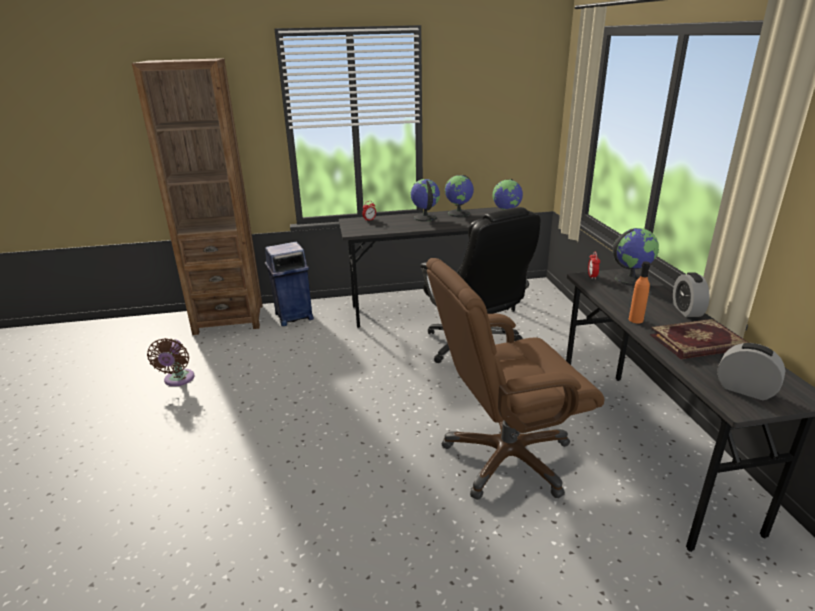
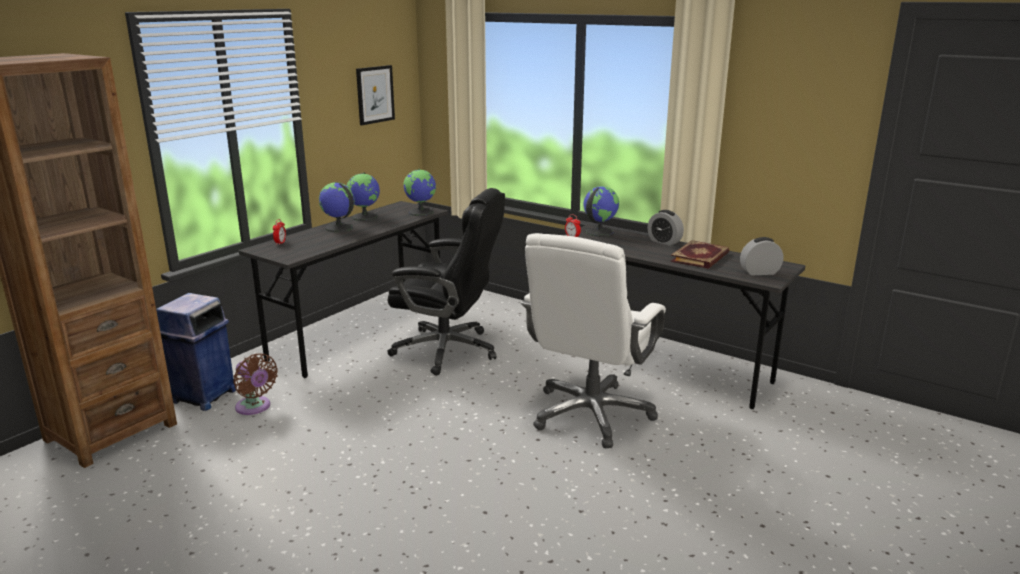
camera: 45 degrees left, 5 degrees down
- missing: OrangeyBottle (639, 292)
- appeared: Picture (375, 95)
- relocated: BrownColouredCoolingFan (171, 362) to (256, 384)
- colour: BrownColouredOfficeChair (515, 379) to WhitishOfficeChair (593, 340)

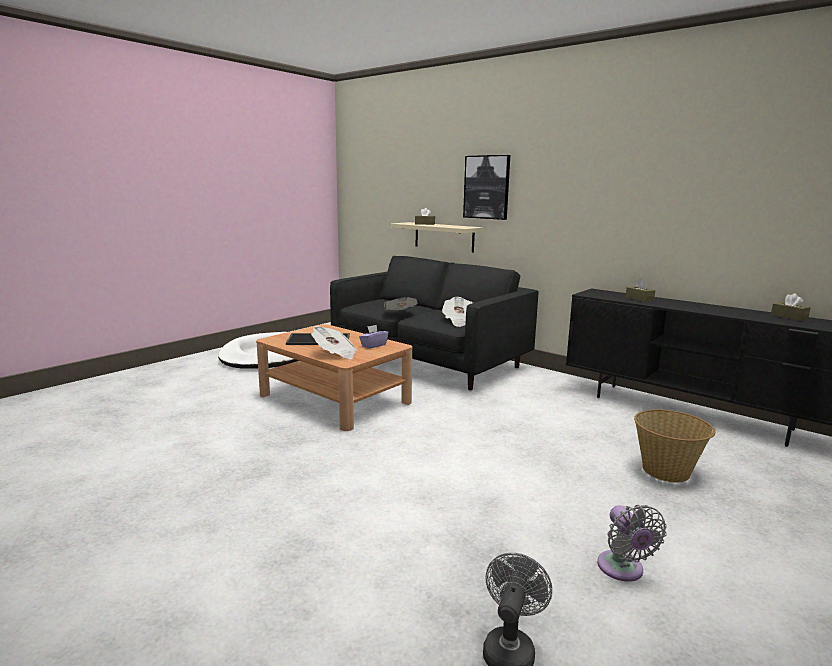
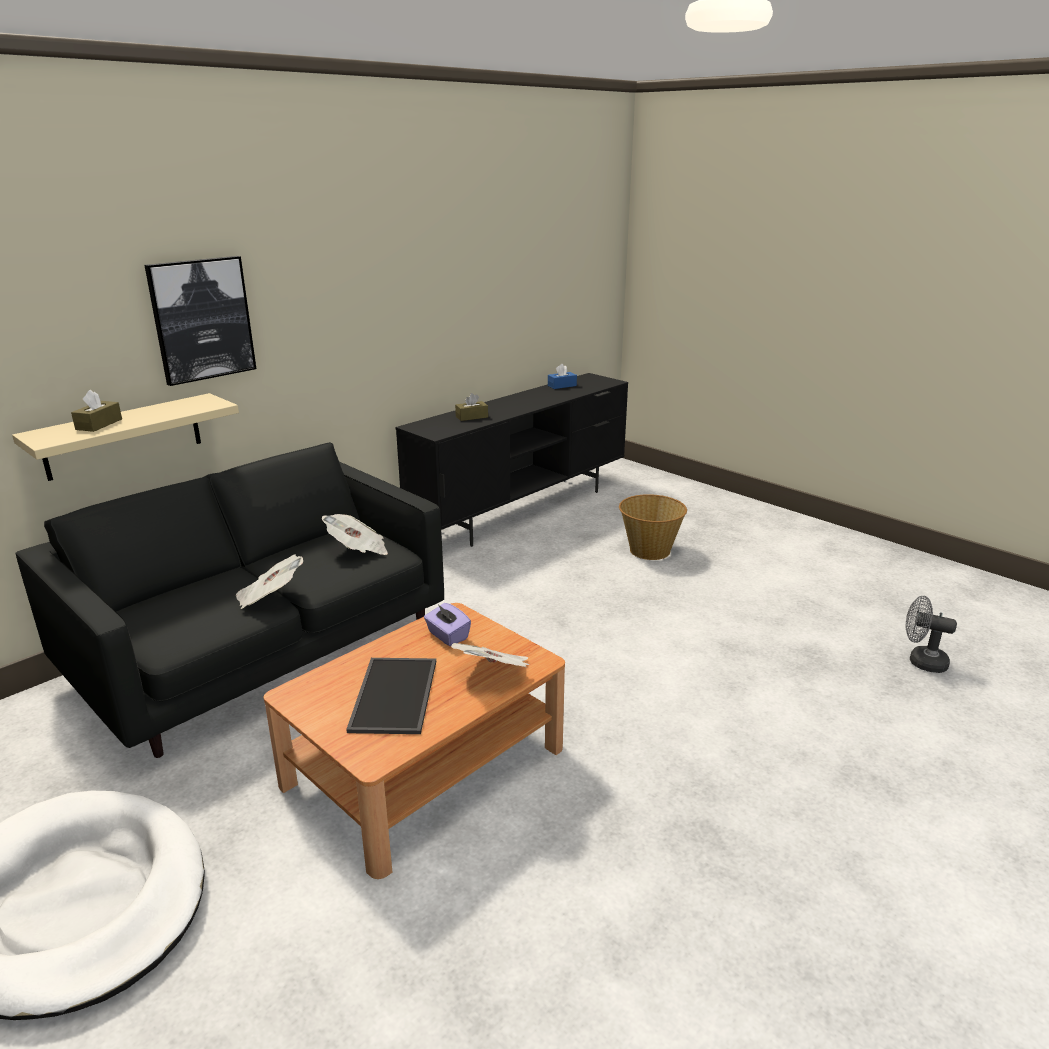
camera: 85 degrees left, 10 degrees up
- missing: GreyishCoolingFan (632, 543)
- colour: BrownColouredTissueBox (791, 307) to BlueTissueBox (562, 376)

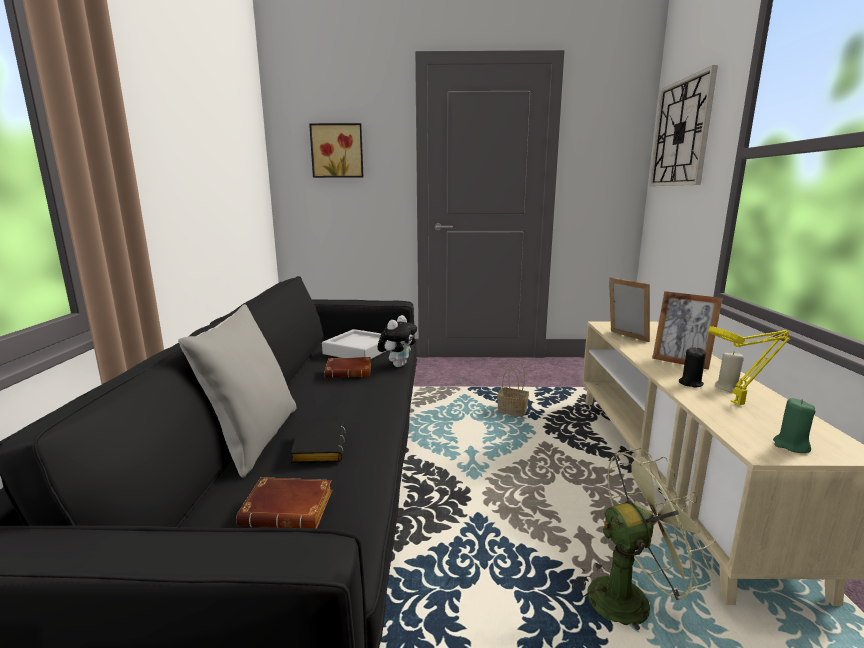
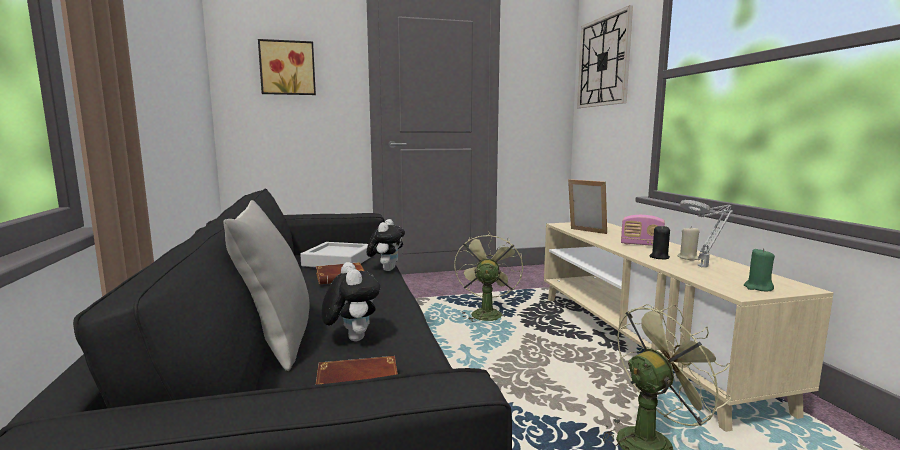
camera: 15 degrees left, 5 degrees down
- exchanged: BlackVolume (318, 442) to PlushToy (351, 301)
- exchanged: StorageBasket (513, 388) to GreenCoolingFan (488, 276)
- exchanged: PictureFrame (687, 330) to RadioReceiver (643, 230)
- colour: YellowishLampForATable (749, 365) to GreyishLampForATable (706, 234)

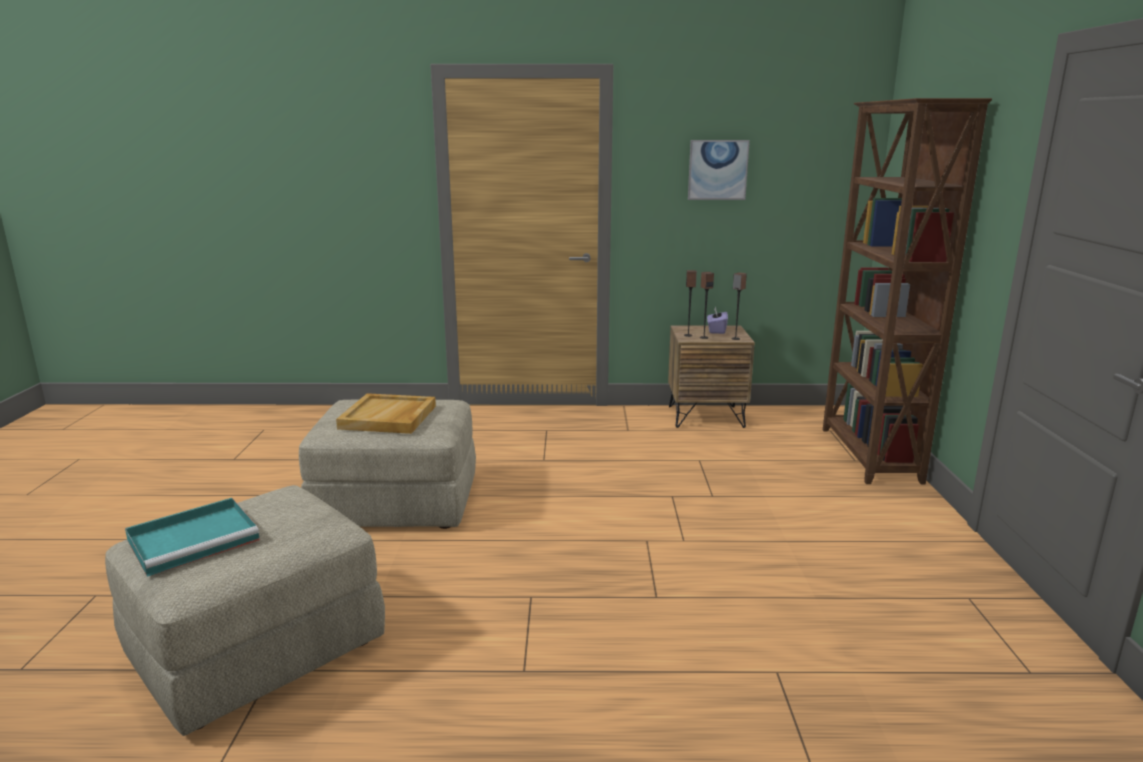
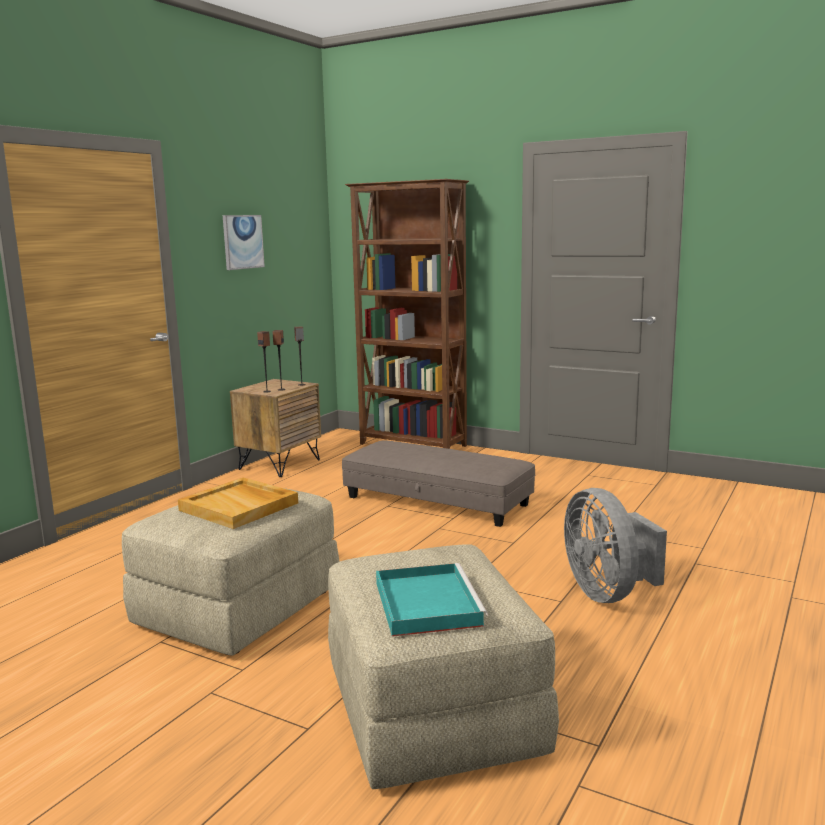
camera: 60 degrees left, 5 degrees down
- missing: PurplishTissueBox (717, 320)
- appeared: GreyishOttoman (439, 483)
- appeared: GreyishCoolingFan (615, 545)

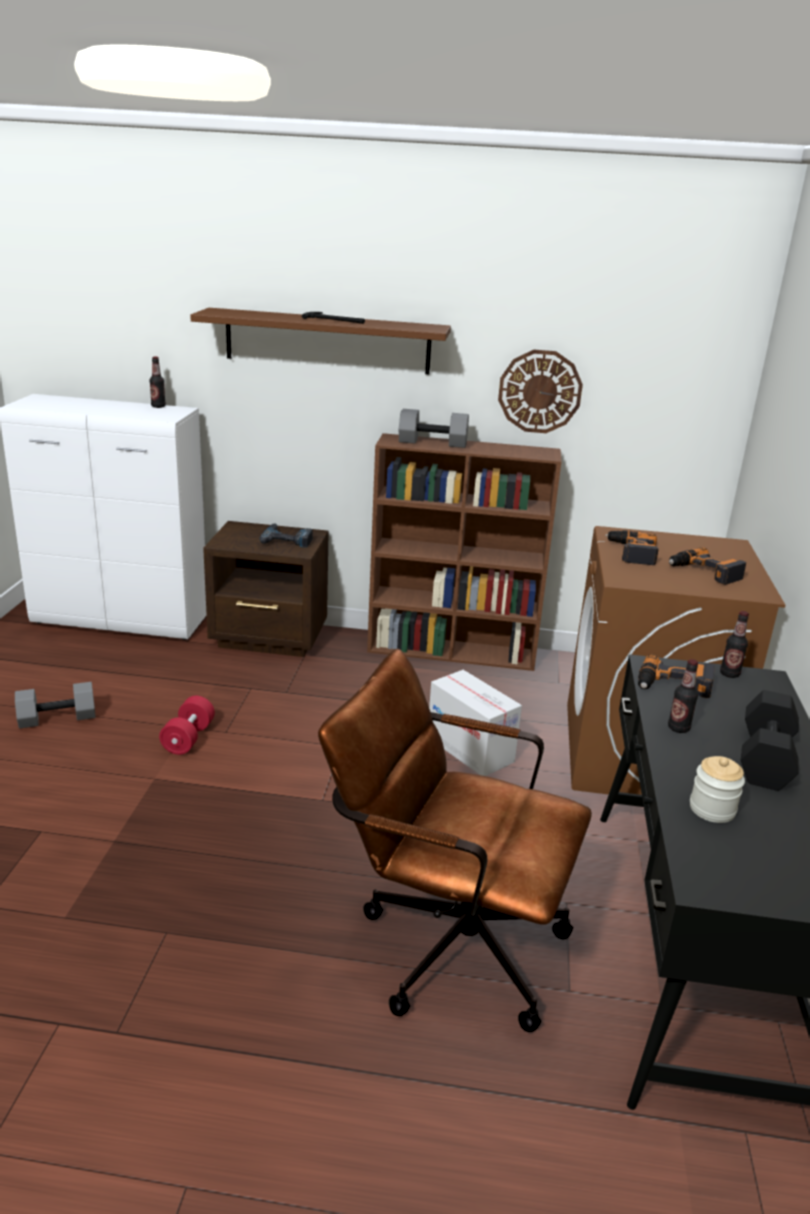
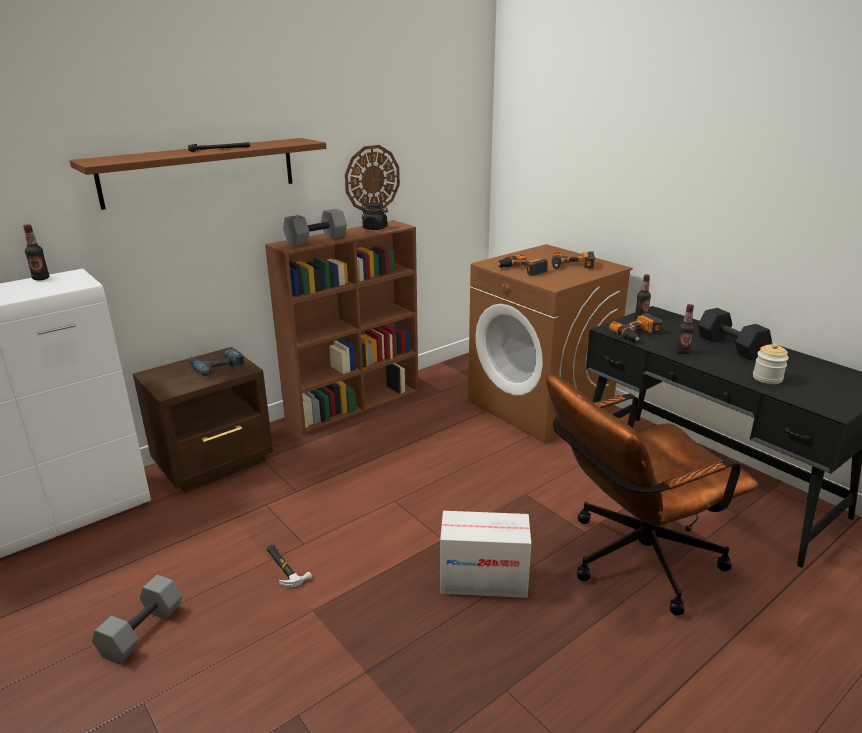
camera: 45 degrees left, 0 degrees up
- appeared: BlackPreserveJar (375, 216)
- relocated: PackingBox (475, 723) to (485, 554)
- exchanged: RedColouredFreeWeight (187, 725) to Hammer (289, 565)

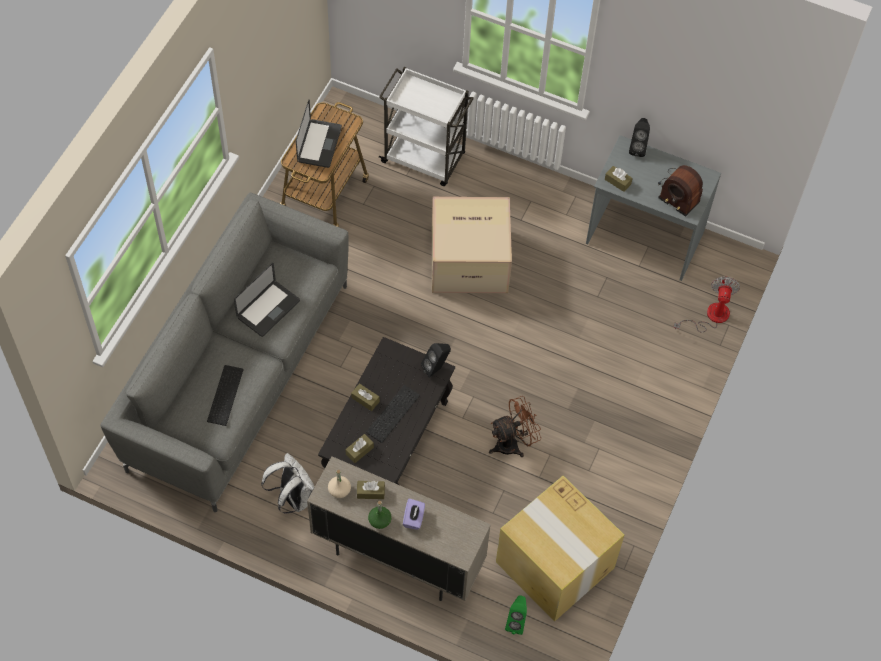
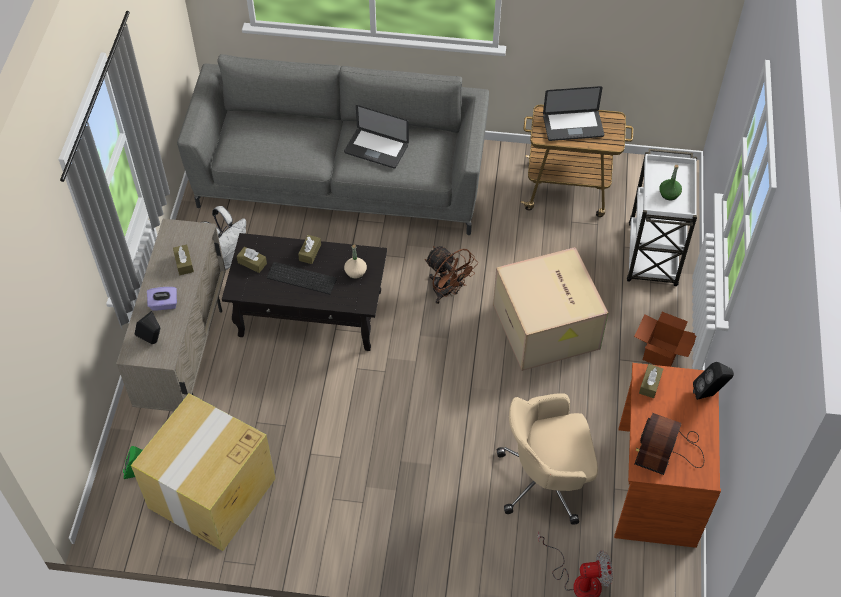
camera: 75 degrees right, 5 degrees down
- missing: PcKeyboard (225, 395)
- appeared: BeigeOfficeChair (547, 459)
- appeared: PackingBox (665, 339)
- relocated: BeigeBottle (339, 484) to (355, 262)
- relocated: GreenBottle (380, 515) to (670, 182)
- relocated: BlackLoudspeaker (436, 360) to (148, 327)
- relocated: BrownColouredCoolingFan (515, 426) to (451, 275)
- colour: GreyishDeskTable (653, 208) to BrownColouredDeskTable (667, 455)

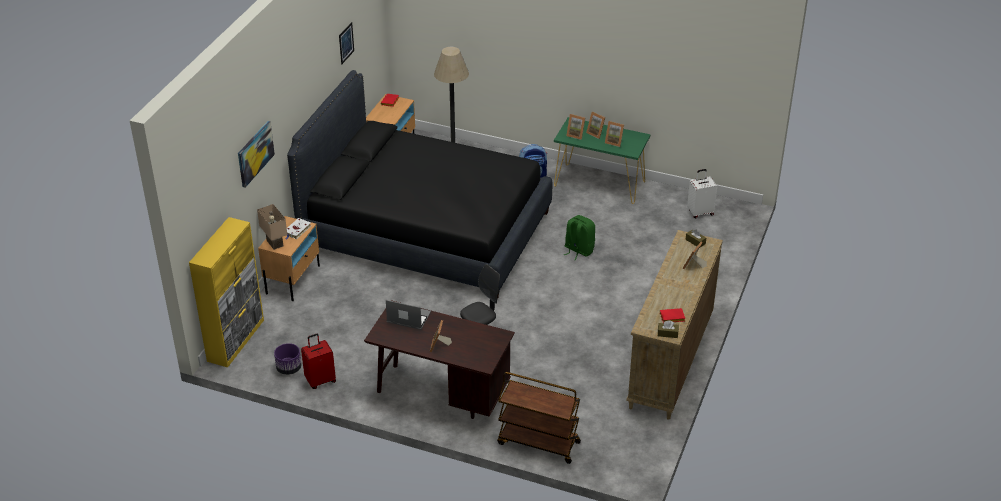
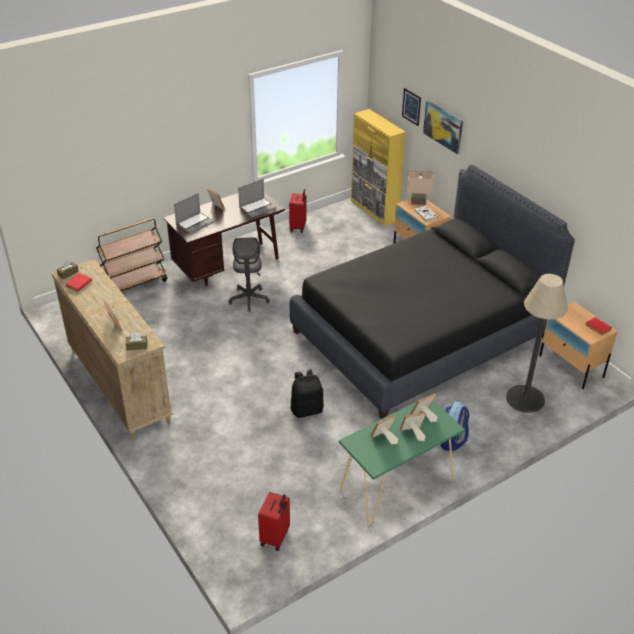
camera: 125 degrees right, 0 degrees up
- missing: PurplishPlantPot (287, 359)
- appeared: PortableComputer (194, 213)
- relocated: Picture (346, 43) to (411, 107)
- colour: GreenBackpack (579, 238) to BlackBackpack (307, 393)
- colour: WhitishSuitcase (702, 193) to RedColouredSuitcase (274, 521)

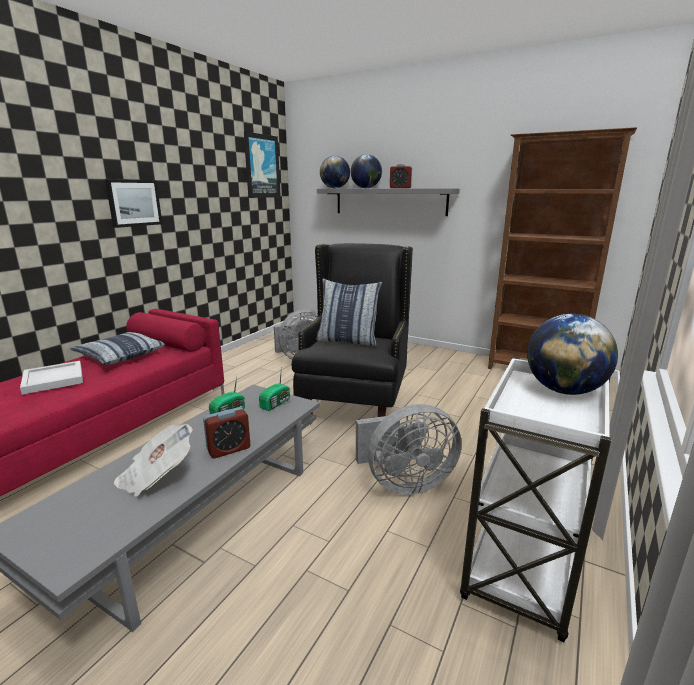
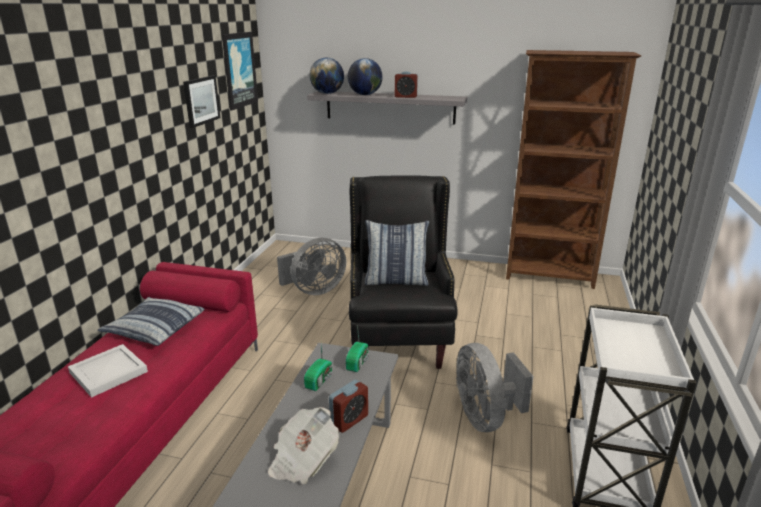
camera: 15 degrees left, 5 degrees up
- missing: DeskGlobe (572, 354)
- relocated: Picture (133, 203) to (201, 101)
- spun: GreyishCoolingFan (409, 449) = (495, 387) 105 degrees clockwise

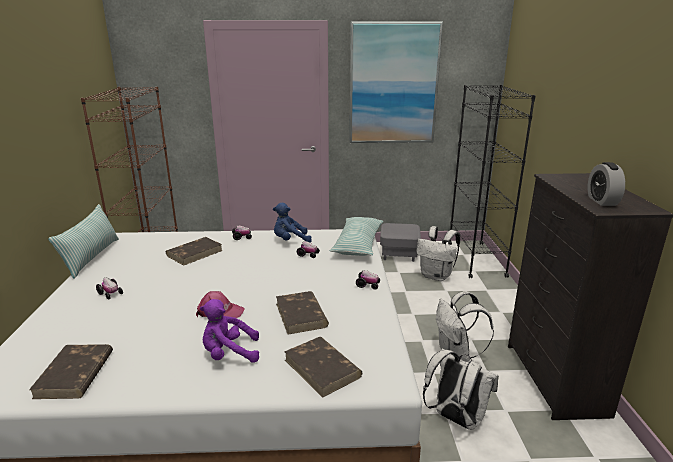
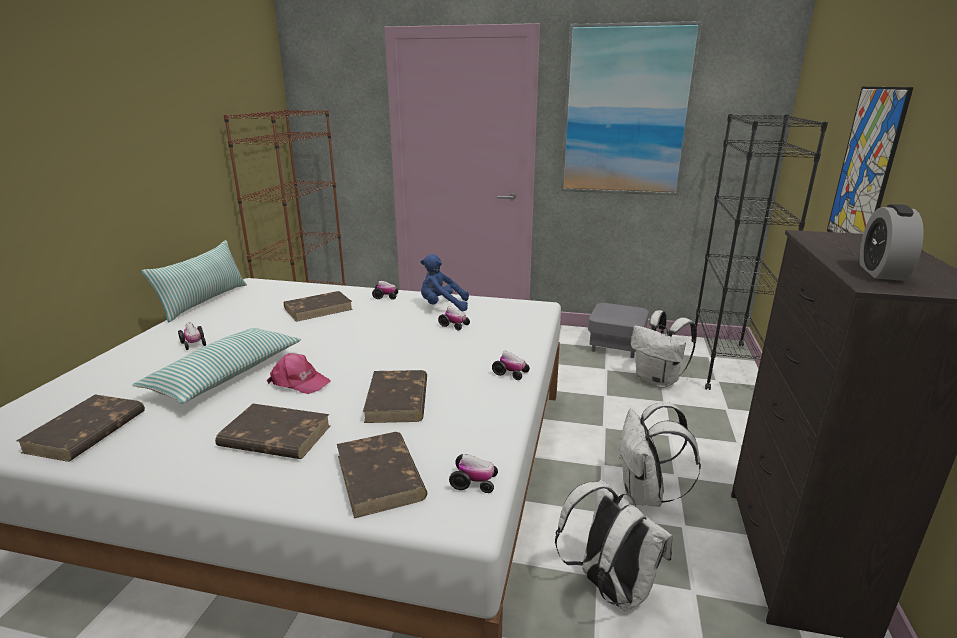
camera: 15 degrees right, 0 degrees up
- appeared: MiniatureCar (473, 473)
- appeared: Picture (870, 160)
- relocated: Pillow (356, 236) to (216, 366)
- exchanged: PurplishPlushToy (229, 331) to BrownColouredVolume (272, 431)

